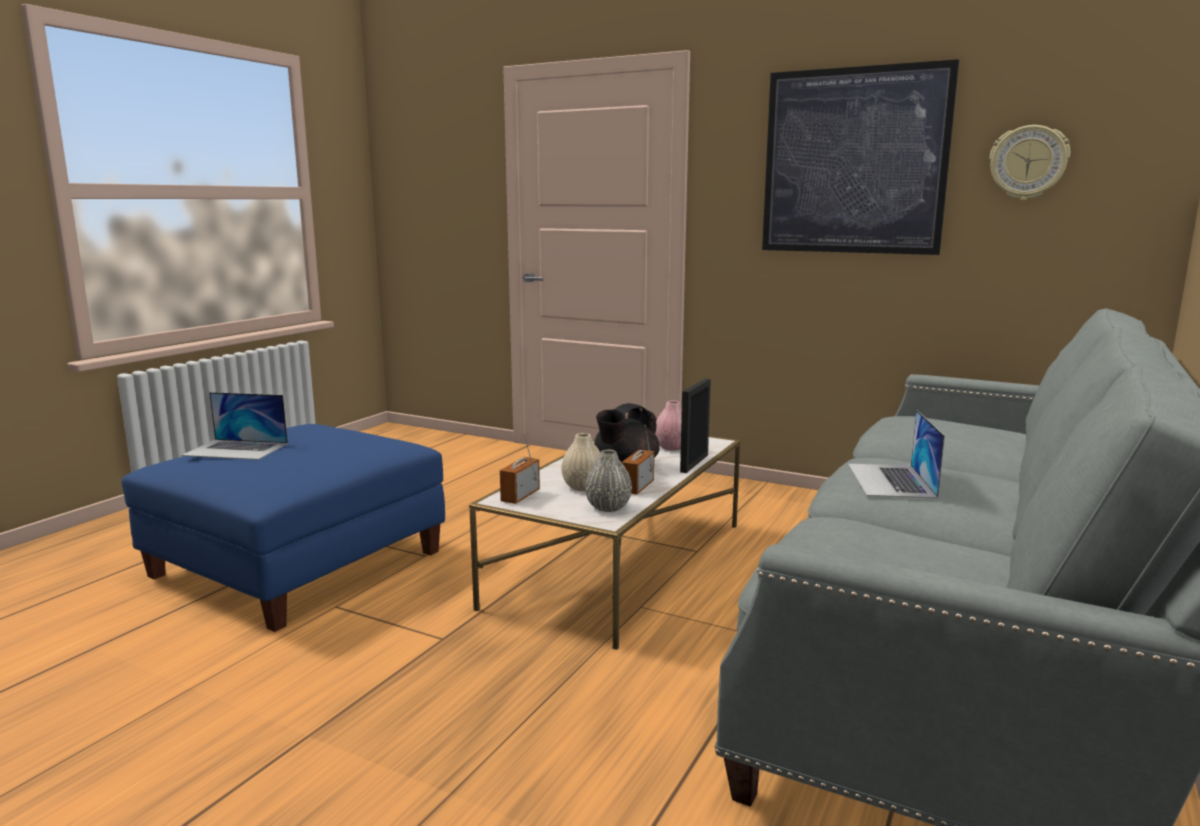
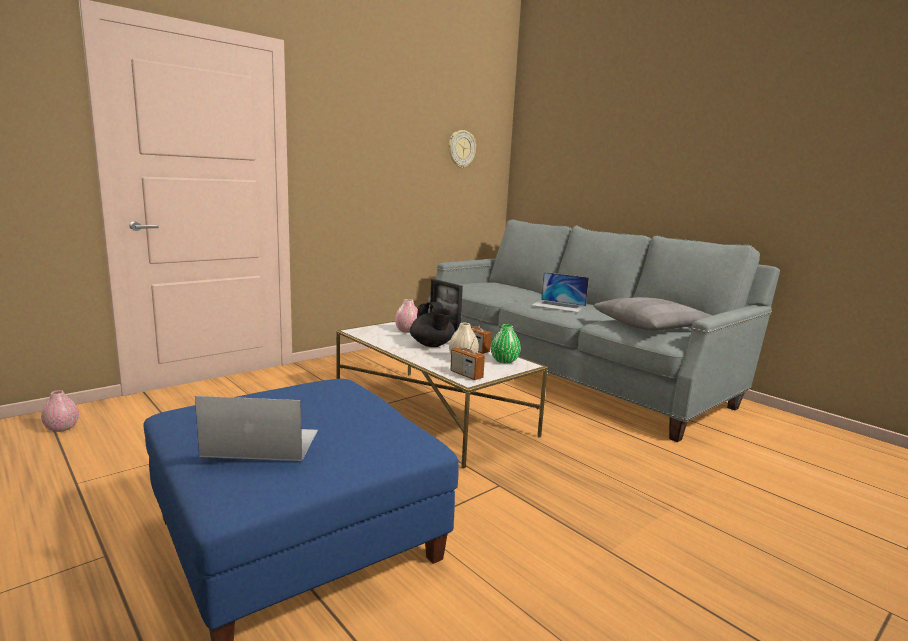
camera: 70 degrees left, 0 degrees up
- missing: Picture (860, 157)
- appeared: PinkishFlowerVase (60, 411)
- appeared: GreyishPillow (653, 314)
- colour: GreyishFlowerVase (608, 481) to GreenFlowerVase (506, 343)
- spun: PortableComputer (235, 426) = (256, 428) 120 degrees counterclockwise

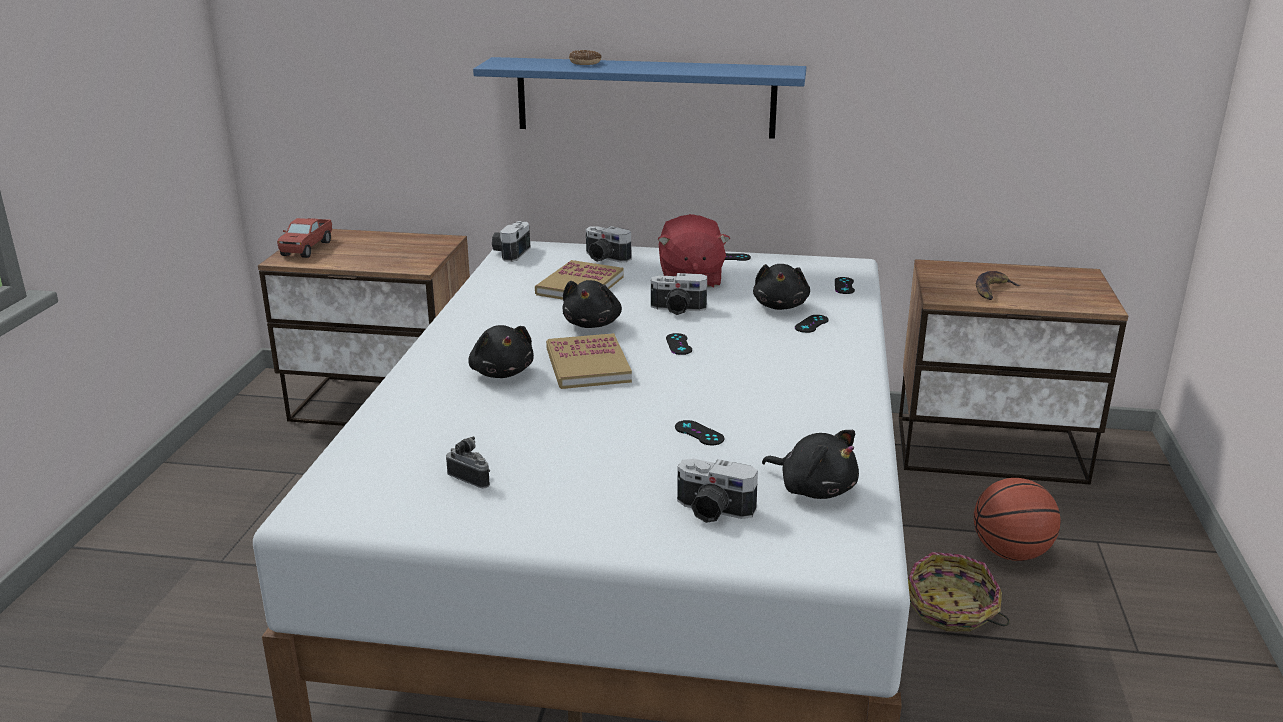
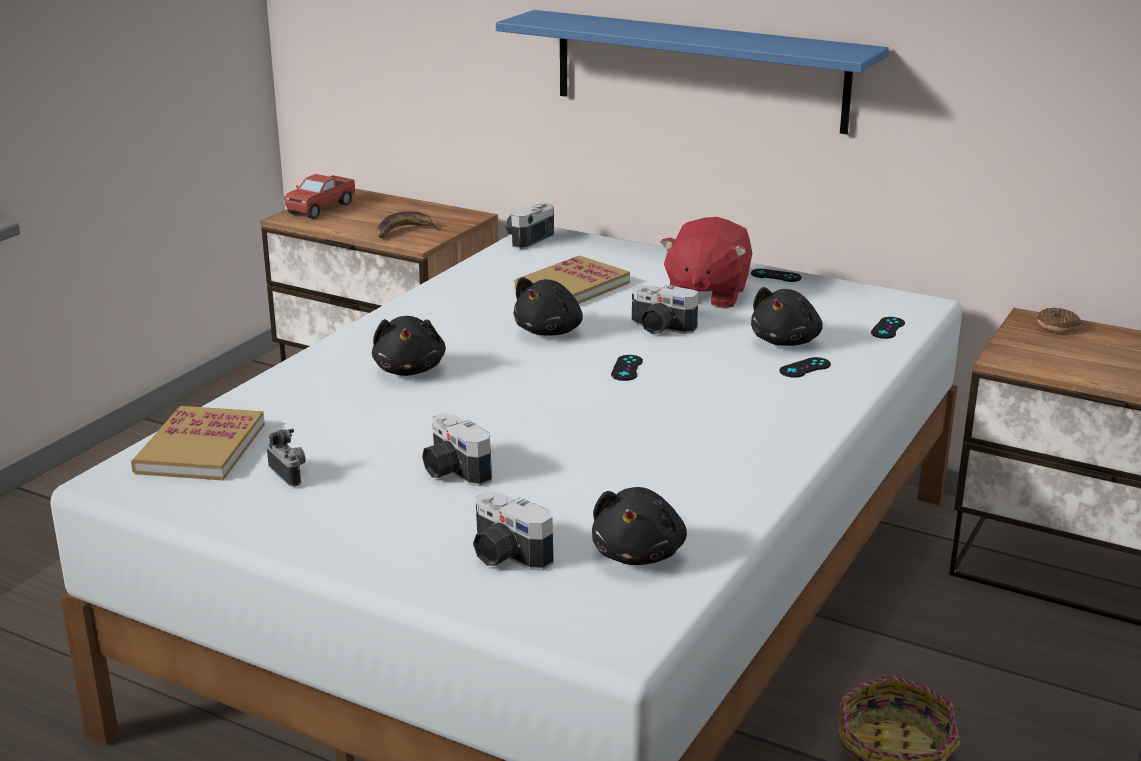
camera: 20 degrees right, 0 degrees up
- missing: BlackJoypad (699, 432)
- missing: BallForBasketball (1017, 519)
- relocated: Volume (589, 361) to (198, 443)
- relocated: Doughnut (585, 57) to (1059, 320)
- relocated: PhotoCamera (609, 244) to (457, 449)
- relocated: WholeBanana (998, 285) to (408, 224)
- spun: BlackPlushToy (810, 464) = (639, 526) 45 degrees clockwise

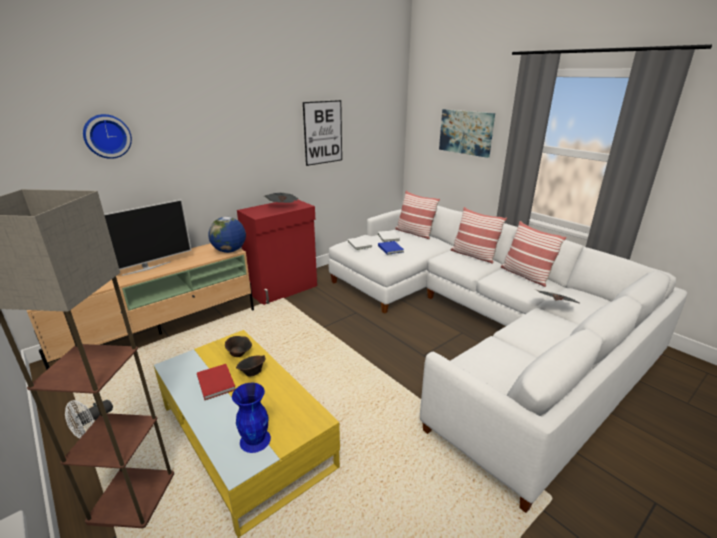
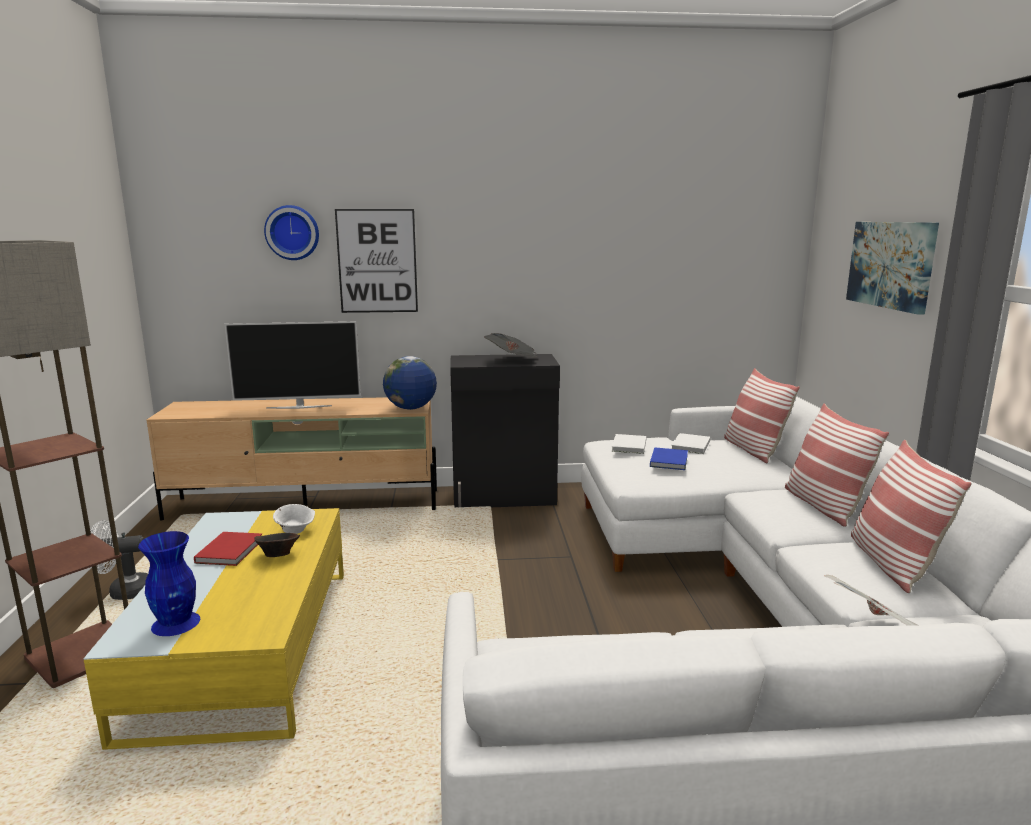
camera: 35 degrees right, 10 degrees down
- relocated: Picture (322, 133) to (376, 261)
- colour: BrownColouredDeepDish (238, 346) to WhitishDeepDish (294, 519)
- colour: RedColouredStorageCabinet (277, 252) to BlackStorageCabinet (505, 430)

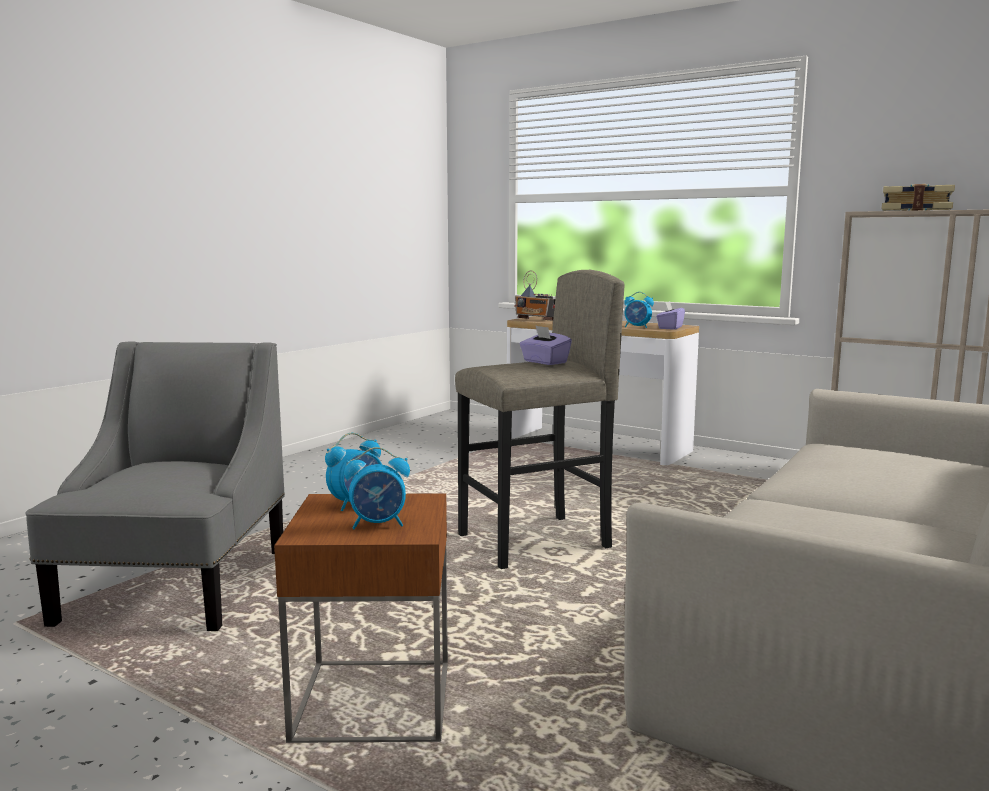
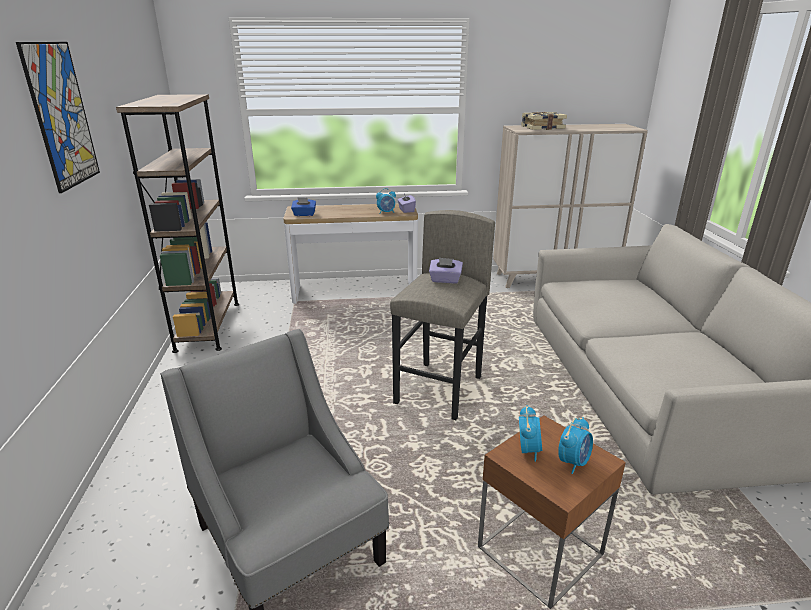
camera: 40 degrees left, 15 degrees up
- appeared: Picture (58, 117)
- appeared: BrownColouredShelvingUnit (177, 223)
- exchanged: RadioReceiver (535, 296) to BlueTissueBox (303, 206)

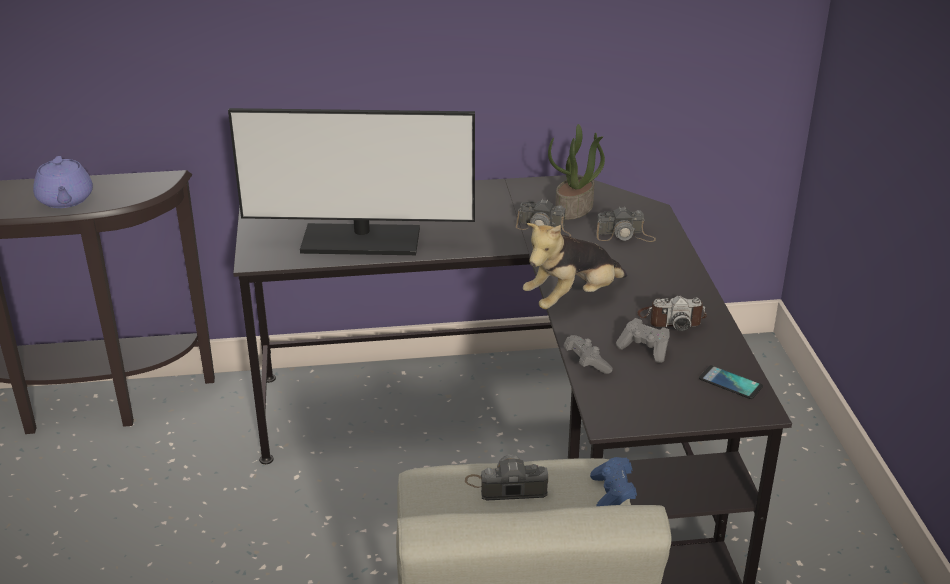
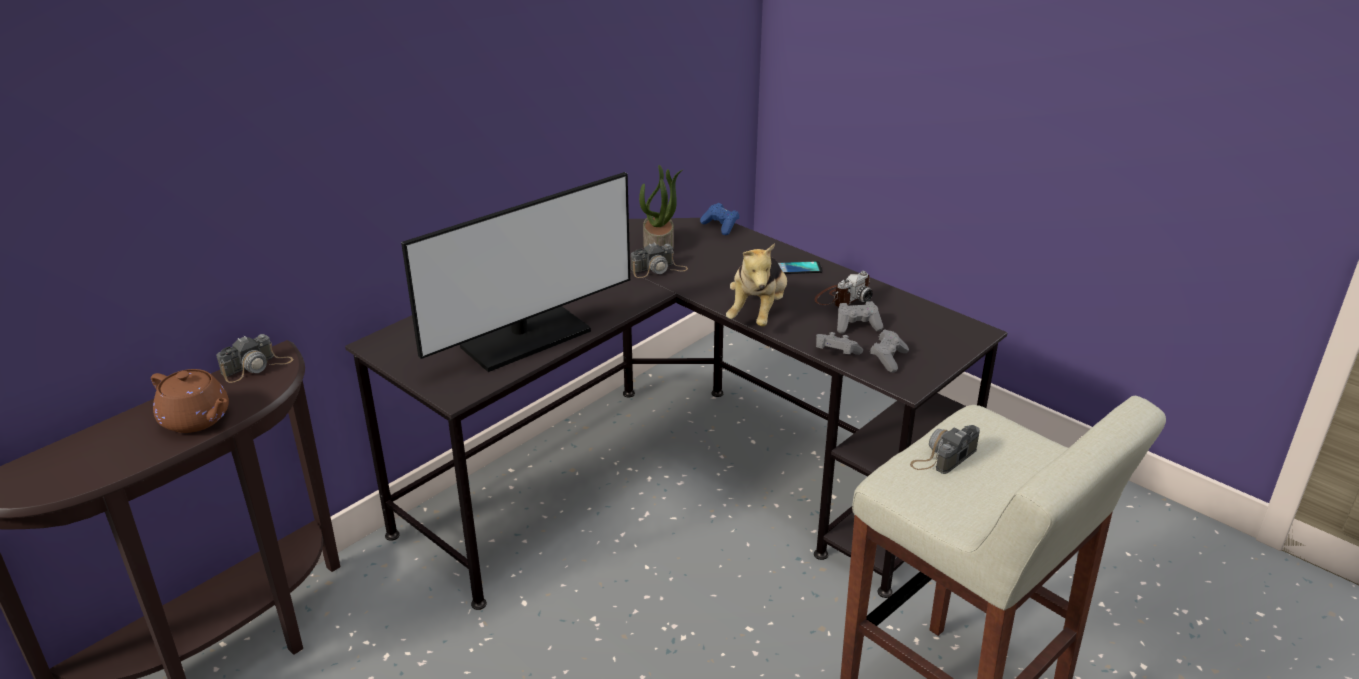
camera: 40 degrees left, 0 degrees up
- appeared: GreyishJoypad (889, 351)
- relocated: BlueJoypad (613, 481) to (719, 219)
- relocated: PhotoCamera (626, 224) to (254, 358)
- relocated: Telephone (731, 382) to (800, 267)
- colour: PurplishPotForTea (63, 182) to BrownColouredPotForTea (190, 401)

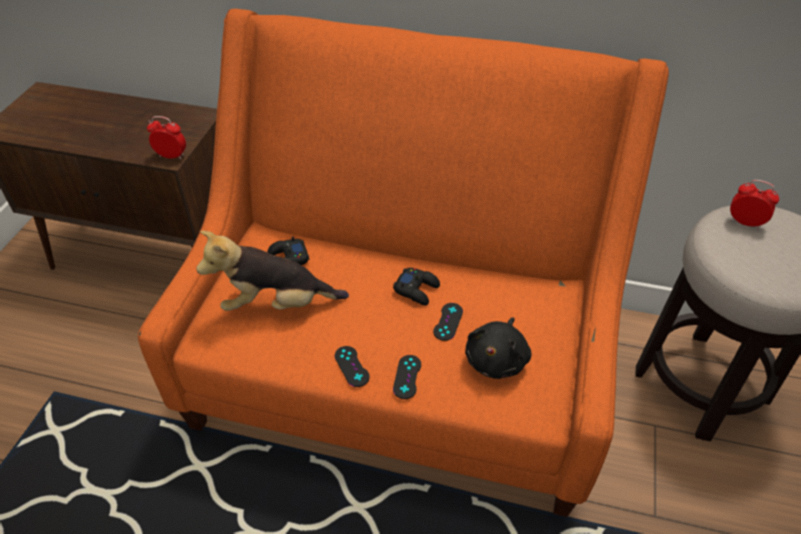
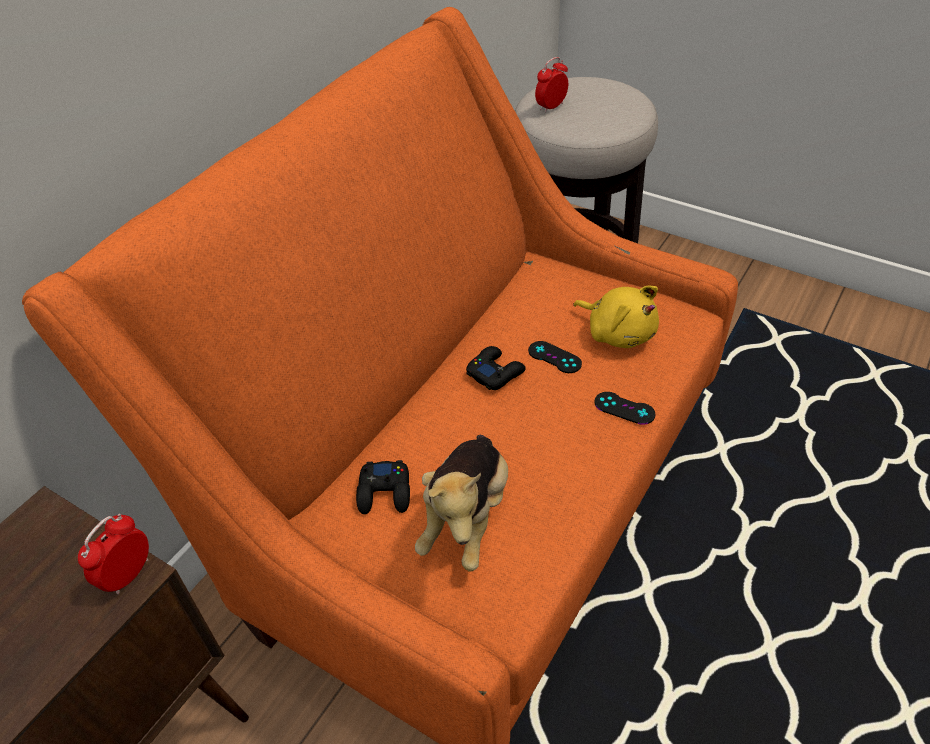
camera: 70 degrees left, 0 degrees up
- missing: BlackJoypad (352, 366)
- colour: BlackPlushToy (498, 348) to YellowishPlushToy (616, 316)

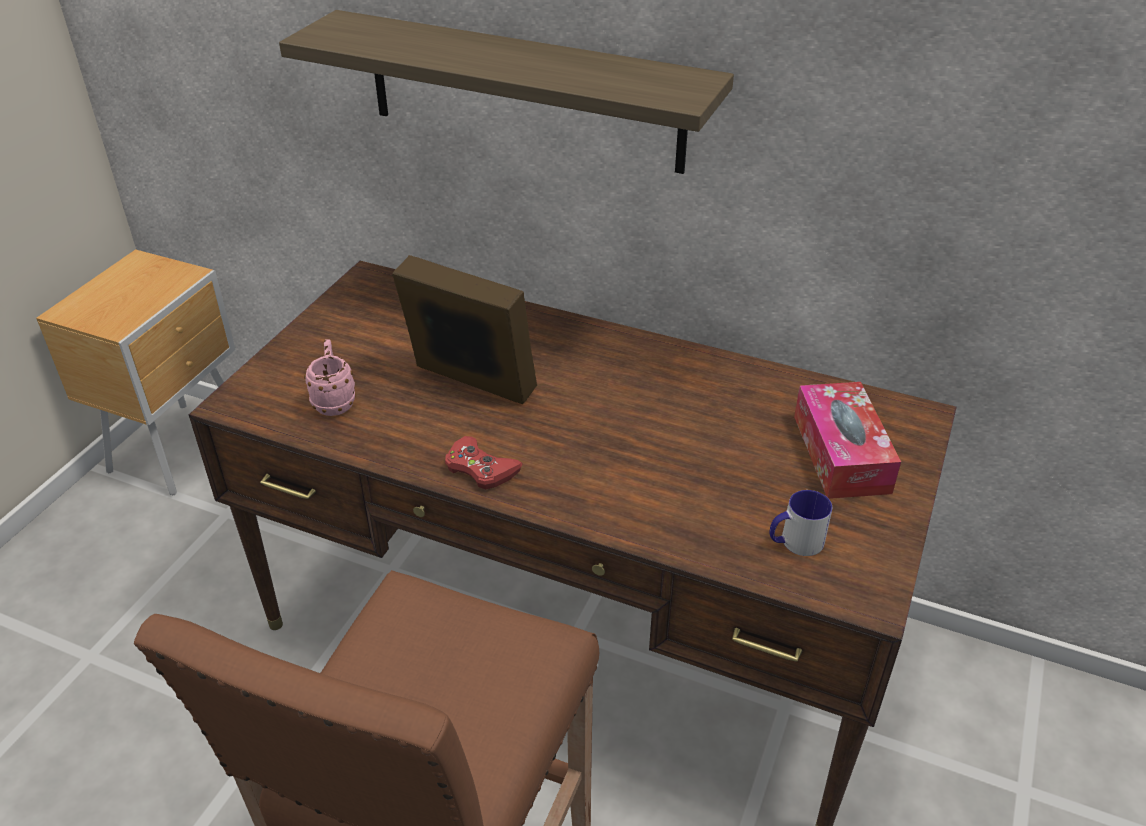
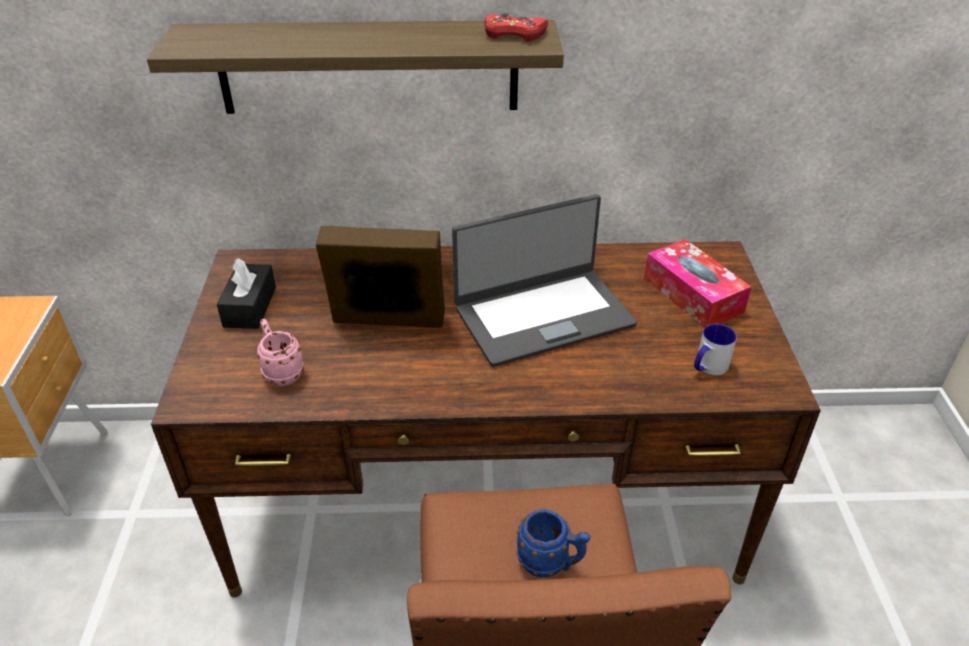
camera: 25 degrees left, 0 degrees up
- appeared: BlackTissueBox (246, 293)
- appeared: PortableComputer (544, 280)
- appeared: BlueMug (553, 543)
- relocated: RedColouredJoypad (483, 462) to (516, 27)

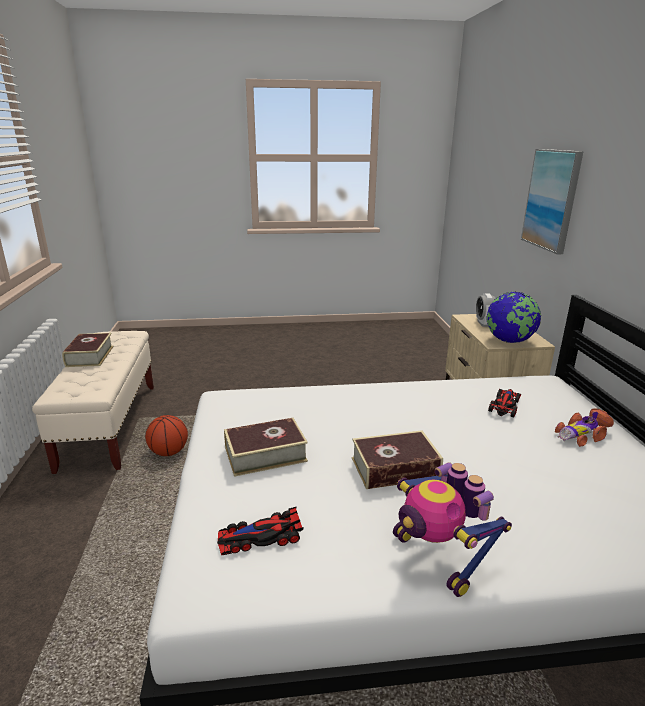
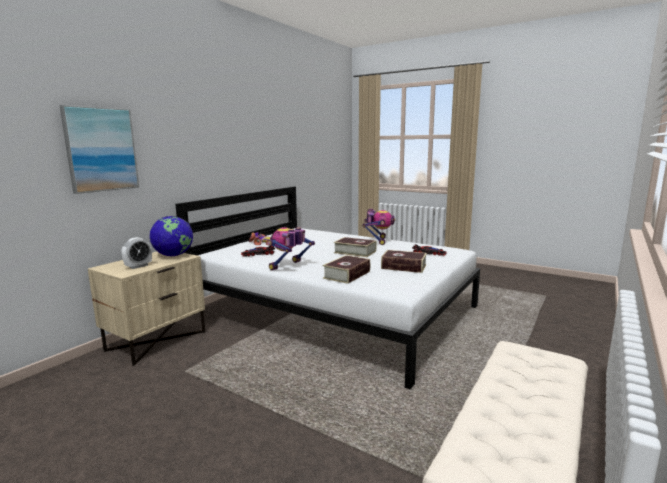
camera: 140 degrees left, 10 degrees down
- missing: BallForBasketball (166, 435)
- appeared: RobotFigure (291, 248)
- relocated: Volume (88, 350) to (347, 269)

